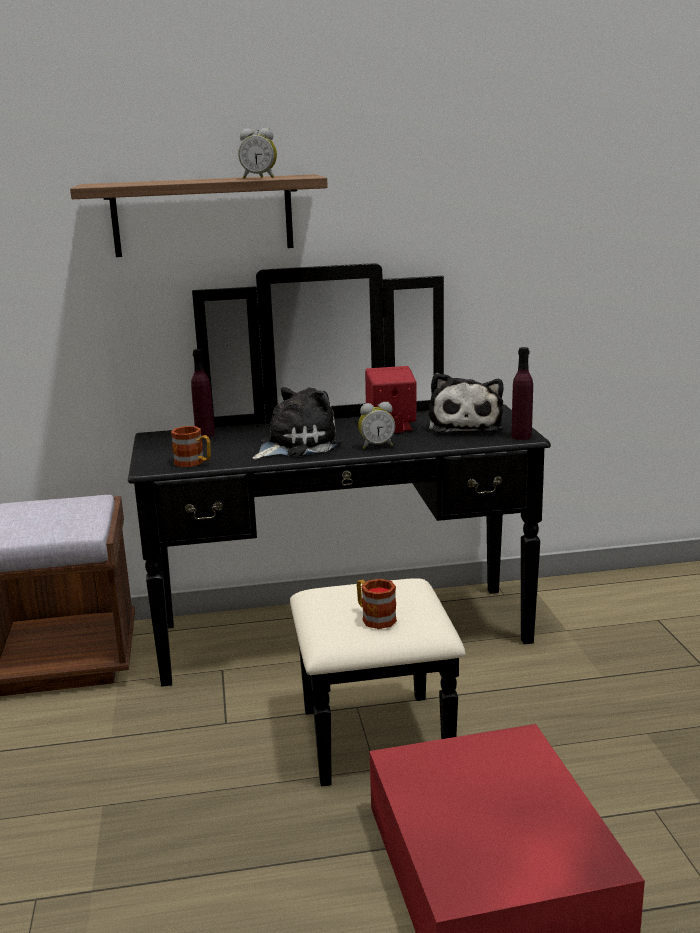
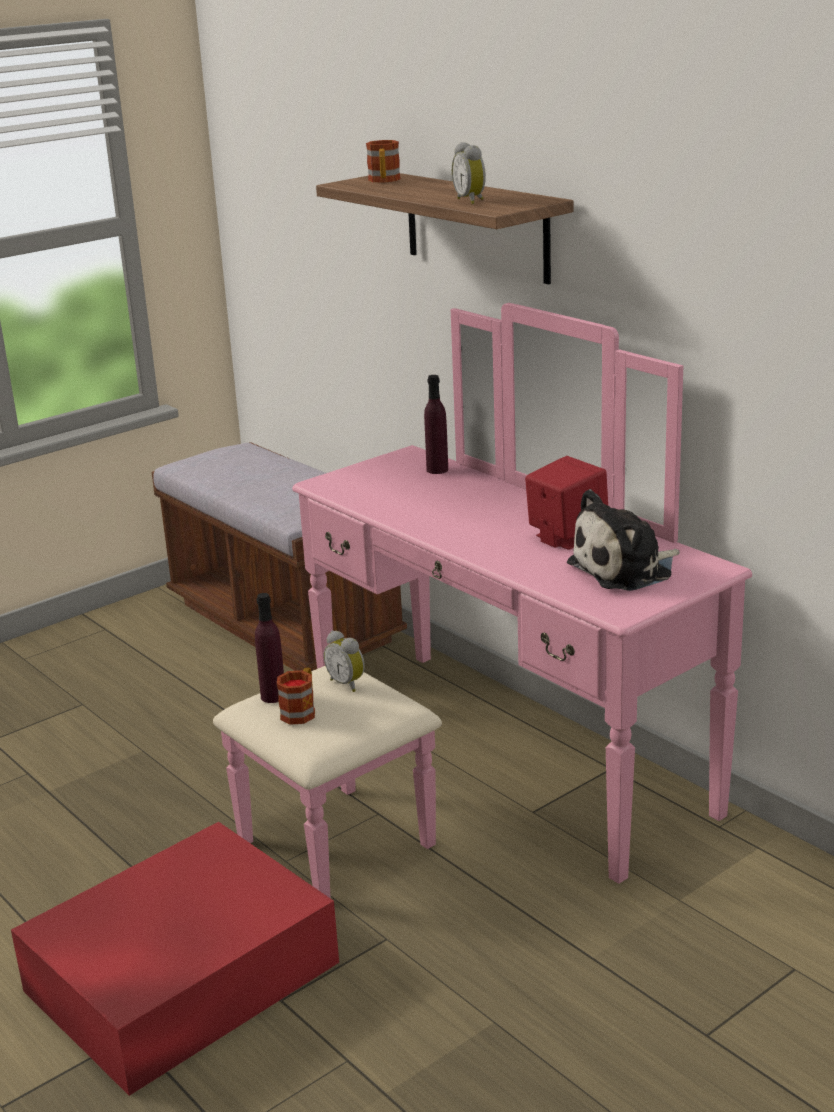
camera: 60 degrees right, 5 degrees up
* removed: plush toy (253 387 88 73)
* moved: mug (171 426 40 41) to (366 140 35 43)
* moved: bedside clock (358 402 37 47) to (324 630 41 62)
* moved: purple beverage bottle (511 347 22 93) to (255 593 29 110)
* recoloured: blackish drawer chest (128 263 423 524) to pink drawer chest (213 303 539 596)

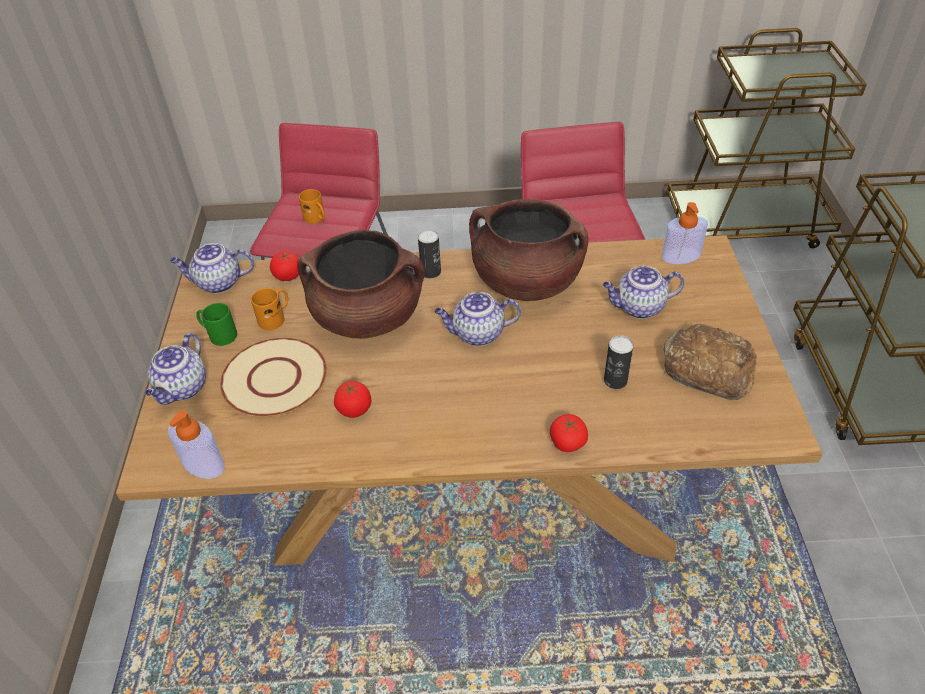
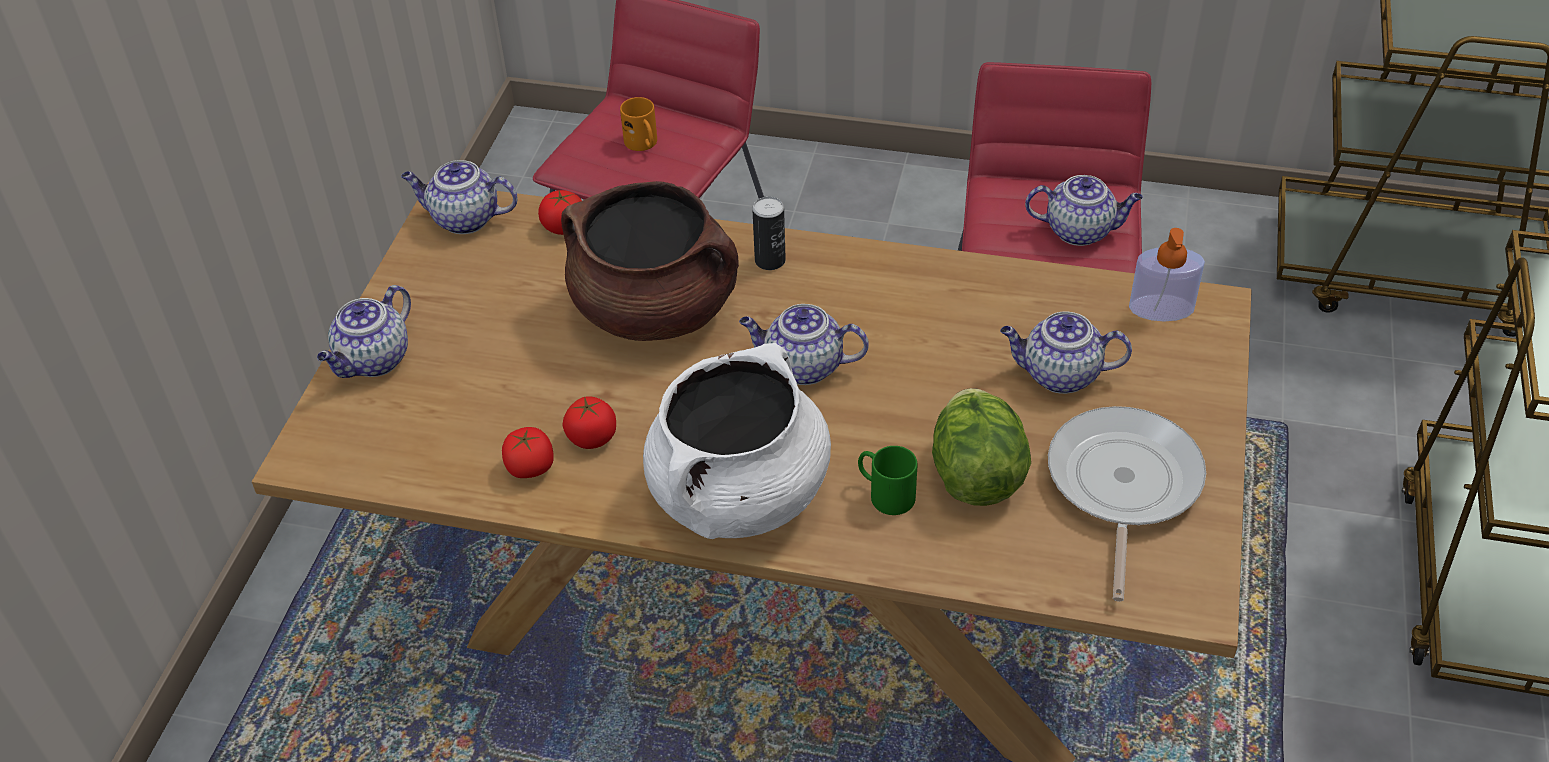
camera: 15 degrees right, 0 degrees up
* removed: soap bottle (168 410 57 69)
* removed: beige-coloured dinner plate (220 338 107 79)
* removed: orangey mug (251 288 37 42)
* removed: brown cooking pot (469 199 119 102)
* added: white cooking pot (643 343 188 196)
* added: teapot (1025 175 118 71)
* moved: greenish mug (196 303 41 43) to (858 446 59 69)
* moved: fresh tomato (550 414 38 38) to (502 427 52 51)
* replaced: metal can (604 335 30 54) to lettuce (932 388 99 118)
* replaced: bakery bread (663 324 94 76) to skillet (1048 406 158 196)

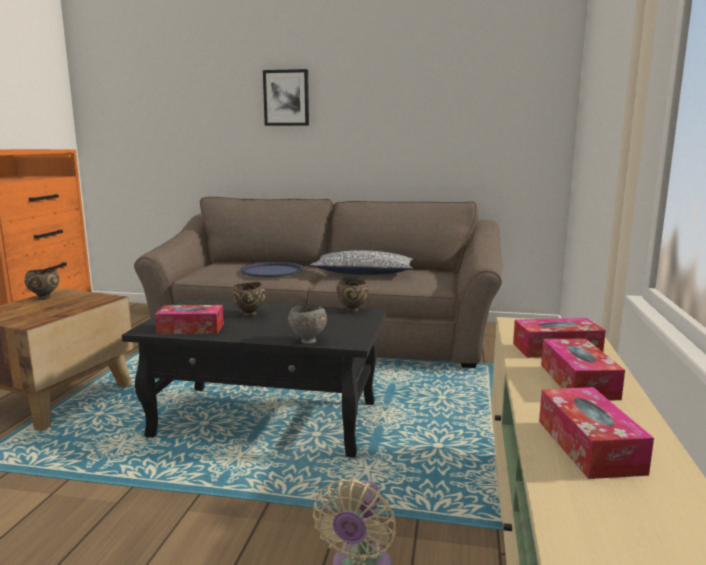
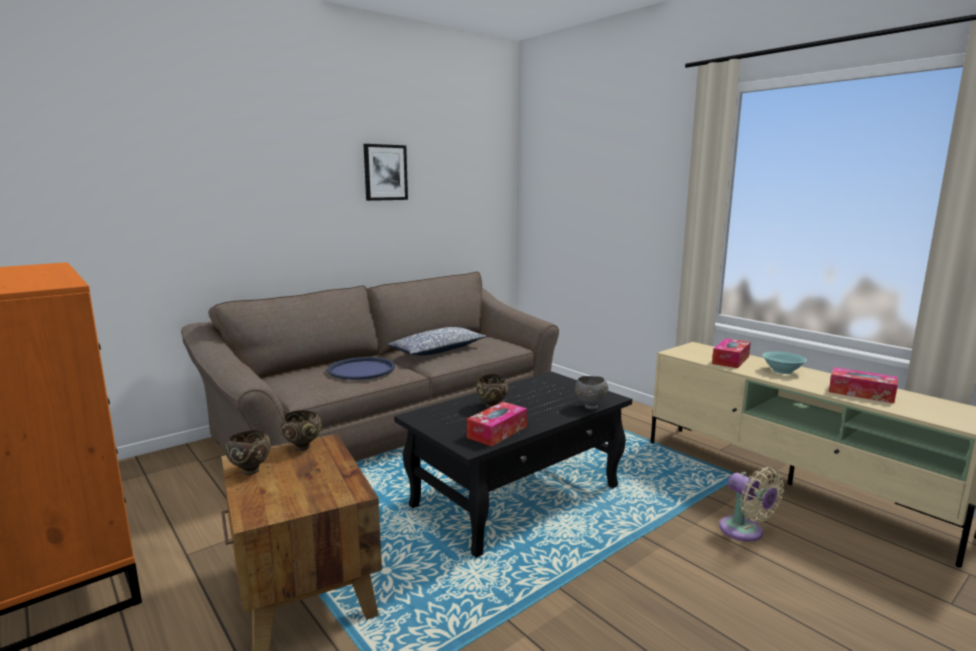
camera: 50 degrees left, 0 degrees up
* moved: wall art (263 69 46 57) to (363 144 45 57)
* moved: brown serving bowl (336 278 33 34) to (280 411 42 40)
* replaced: tissue box (541 339 84 61) to turquoise-coloured serving bowl (762 351 45 23)

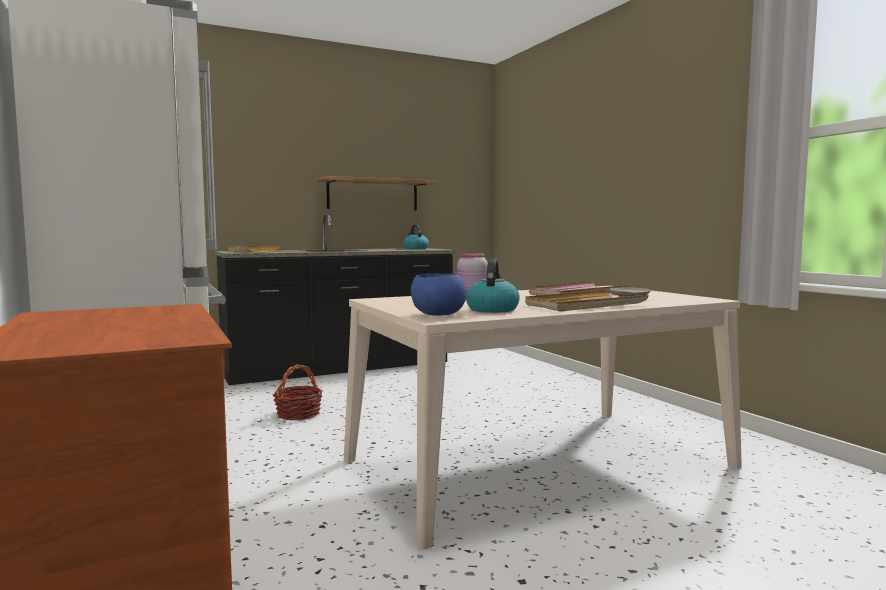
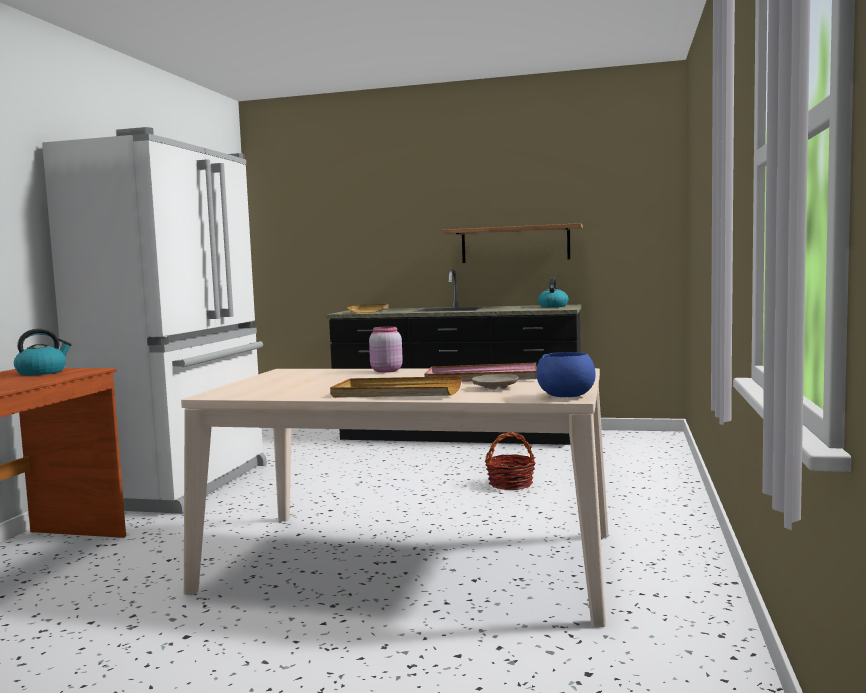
camera: 40 degrees right, 0 degrees up
* moved: storage basket (273 364 50 57) to (485 432 51 58)
* moved: blue serving bowl (411 274 55 42) to (536 352 60 45)
* moved: tea kettle (466 259 54 54) to (14 329 58 46)

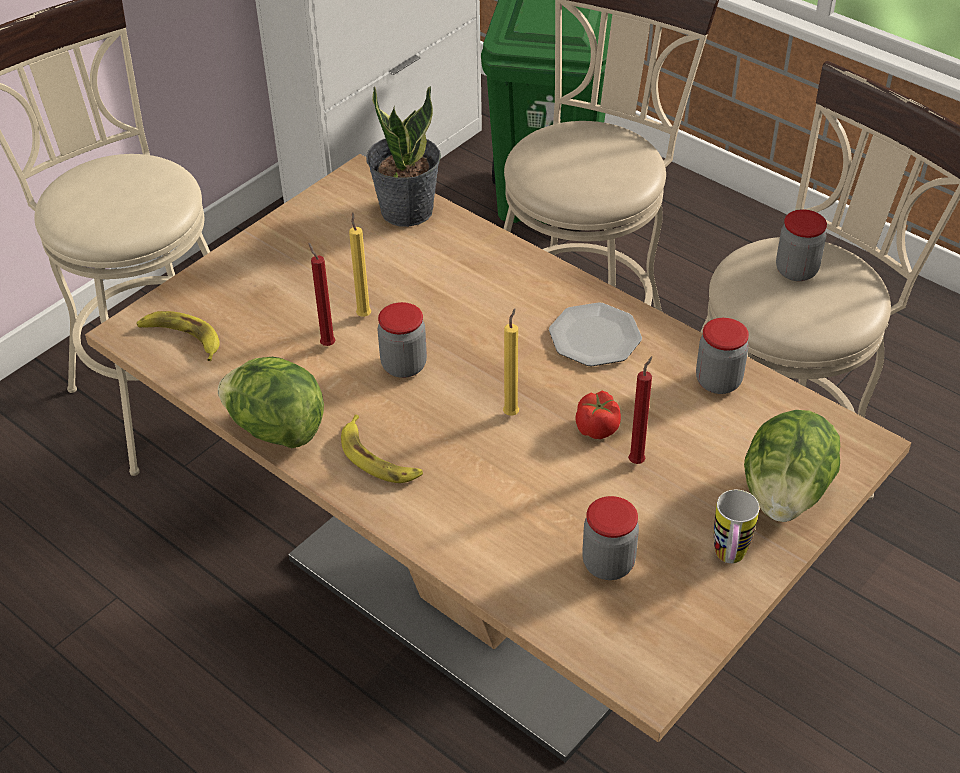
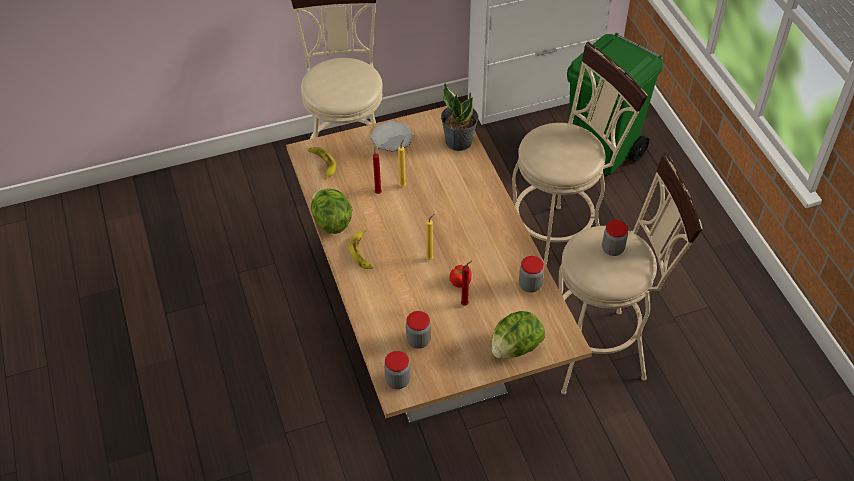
camera: 30 degrees right, 5 degrees up
* removed: mug (714 490 45 73)
* moved: jar (378 302 49 76) to (384 351 26 38)
* moved: dinner plate (549 302 93 64) to (371 121 42 31)

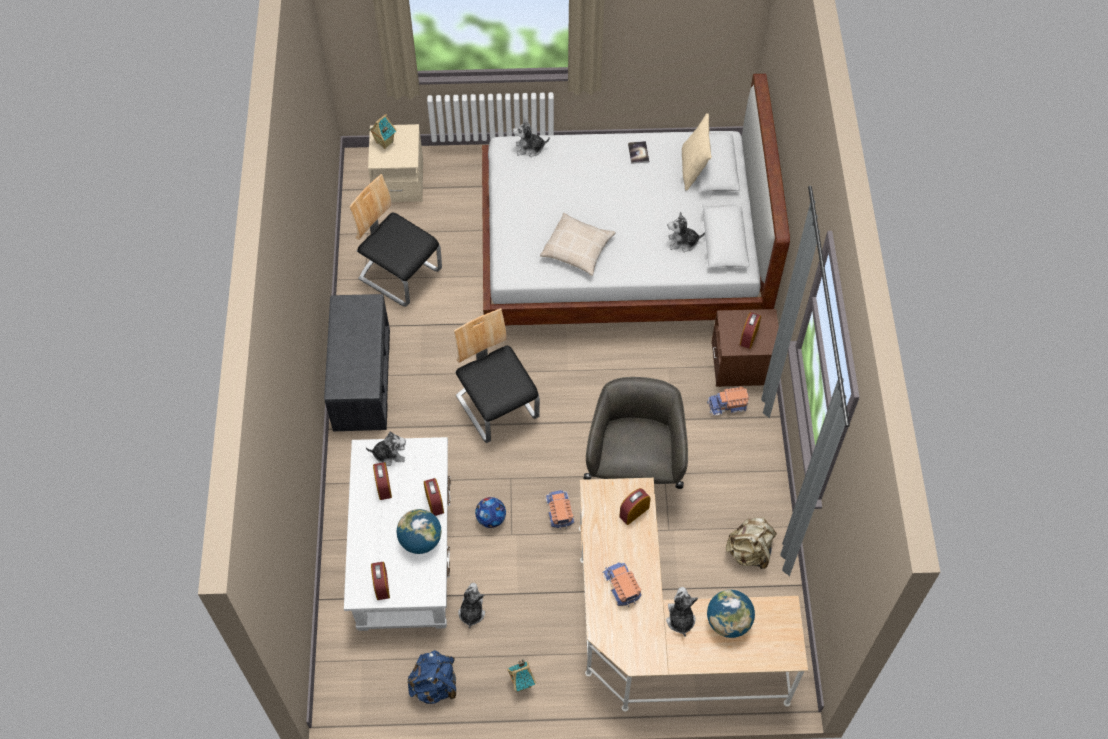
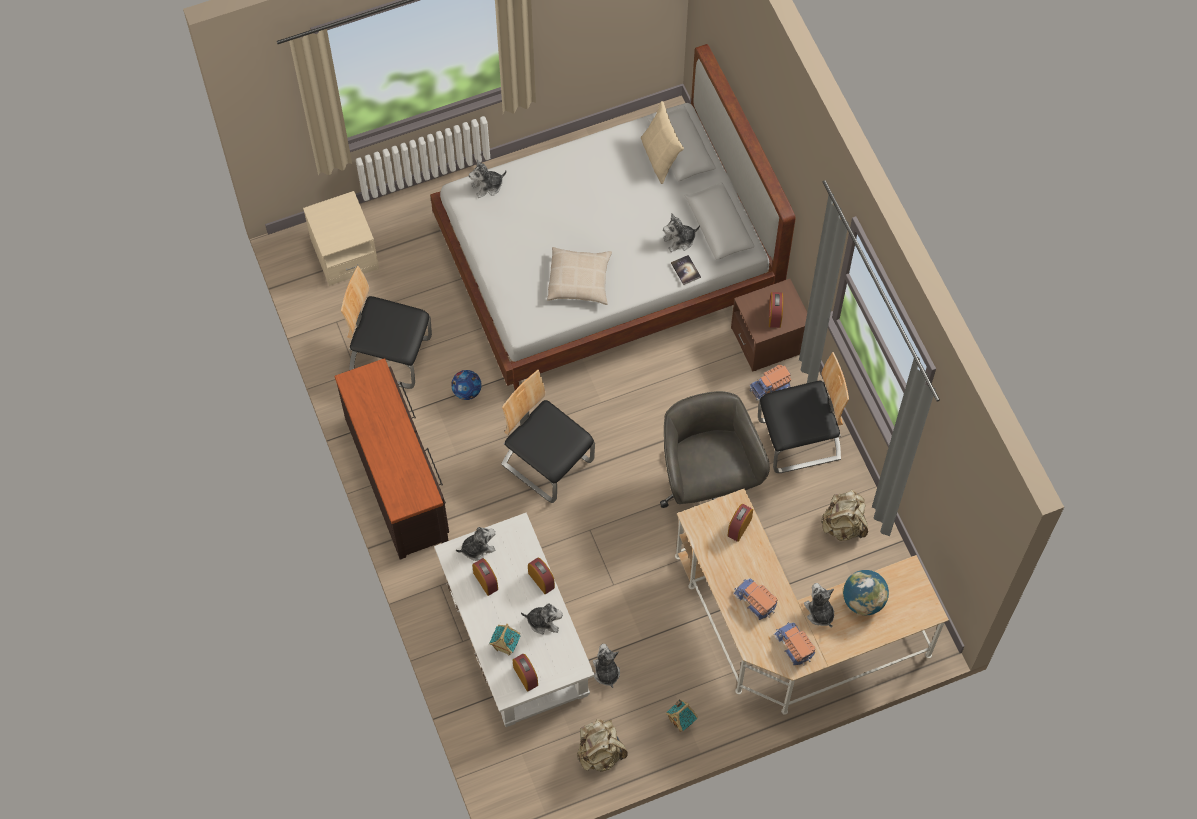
camera: 20 degrees left, 5 degrees up
* added: plain chair (758 352 91 121)
* moved: model house (369 114 27 35) to (489 624 32 32)
* moved: ball for football (475 497 31 31) to (451 370 31 30)
* moved: toy truck (545 490 29 40) to (774 622 42 43)
* moved: volume (628 141 21 23) to (671 255 30 30)
* replaced: grey bench (324 294 66 137) to brown drawer chest (334 358 115 202)
* replaced: globe (397 509 44 45) to plush toy (521 603 42 31)
* recoloured: blue rucksack (407 650 49 54) to beige-coloured rucksack (577 719 51 53)

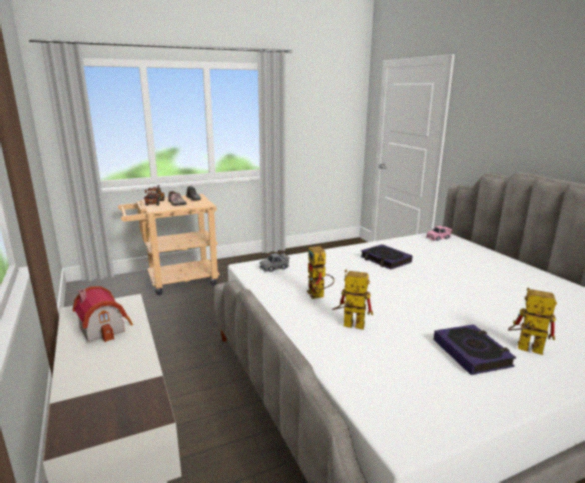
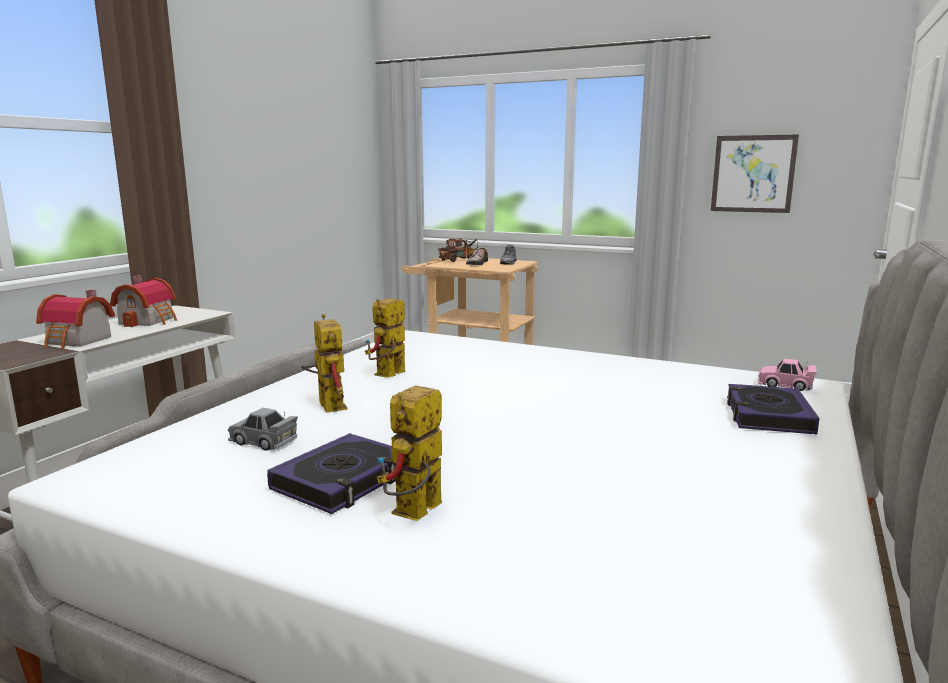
camera: 50 degrees right, 5 degrees down
* added: model house (36 290 79 59)
* added: wall art (711 134 88 79)
* moved: grey toy car (260 253 30 19) to (228 408 70 43)
* moved: volume (360 244 53 26) to (727 384 93 50)
* turned: model robot (508 288 49 67) = (377 385 65 136) 135 degrees counterclockwise

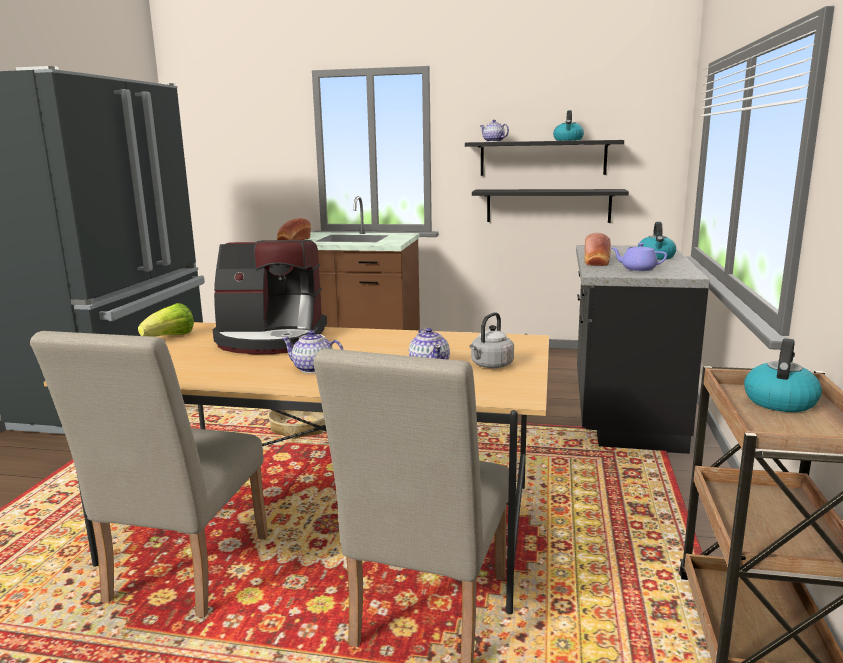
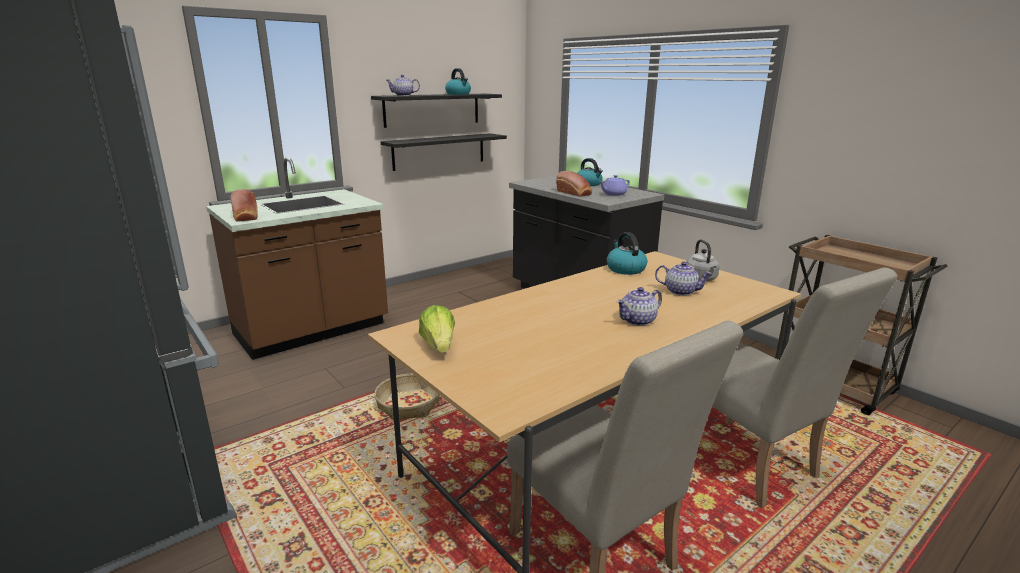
camera: 50 degrees left, 5 degrees up
* removed: coffee machine (212 240 115 114)
* moved: tea kettle (744 338 78 74) to (607 232 41 43)

